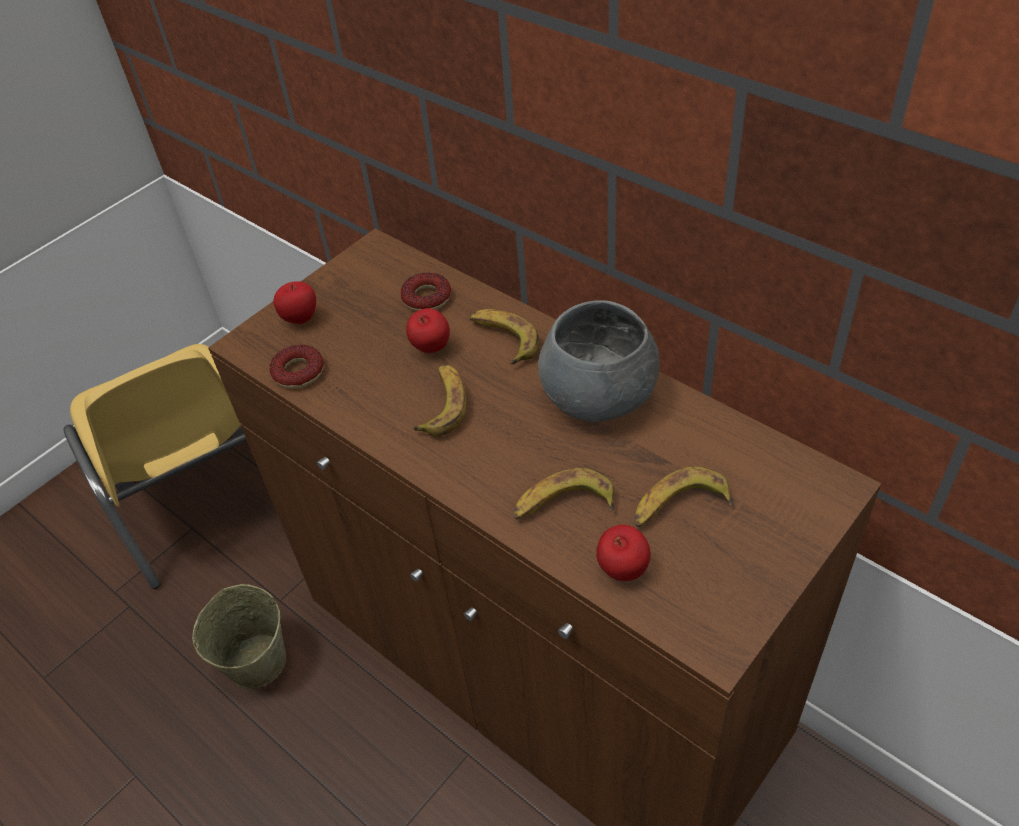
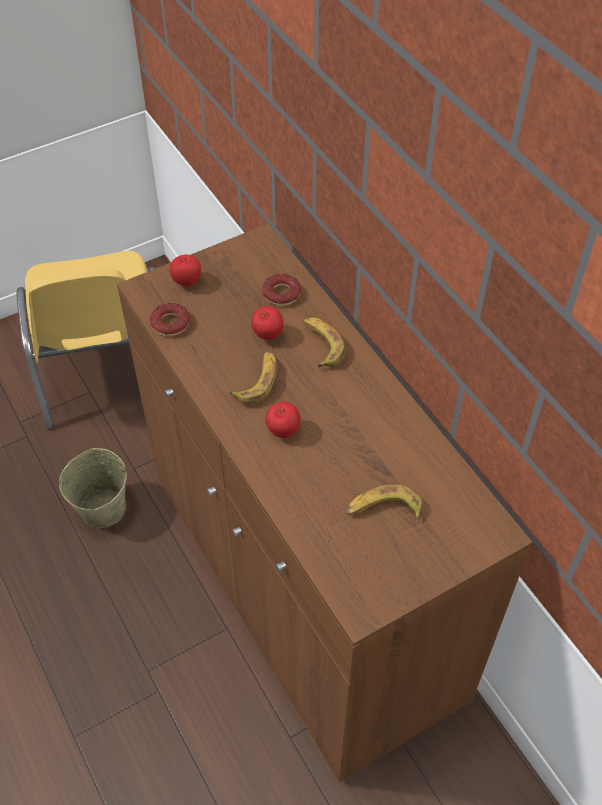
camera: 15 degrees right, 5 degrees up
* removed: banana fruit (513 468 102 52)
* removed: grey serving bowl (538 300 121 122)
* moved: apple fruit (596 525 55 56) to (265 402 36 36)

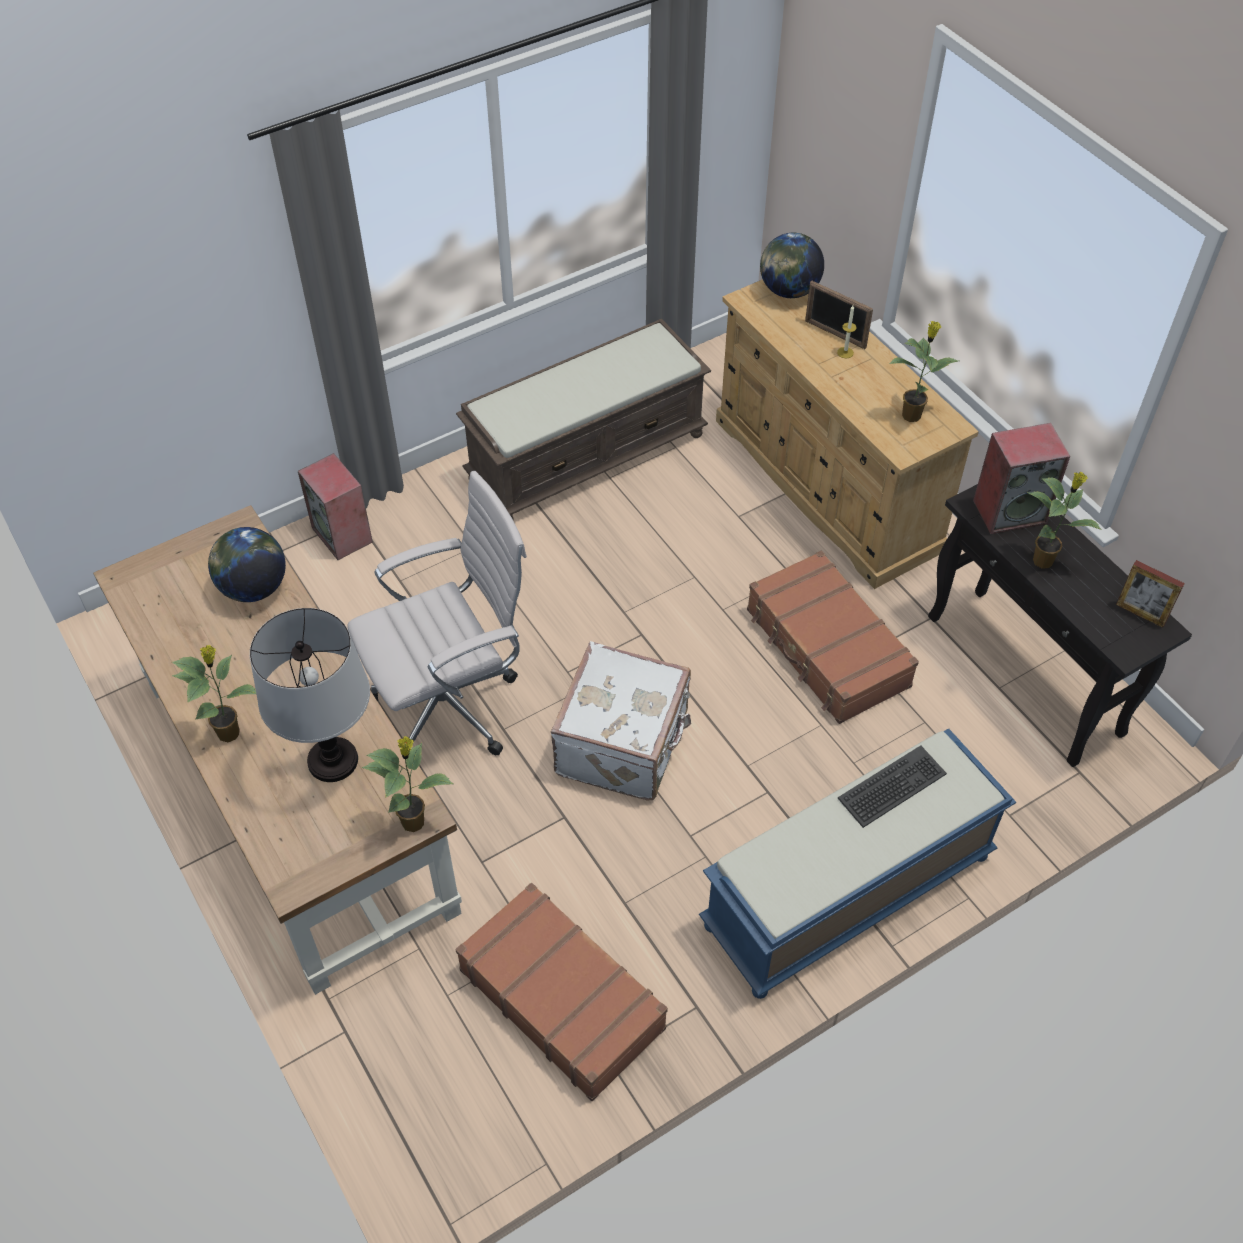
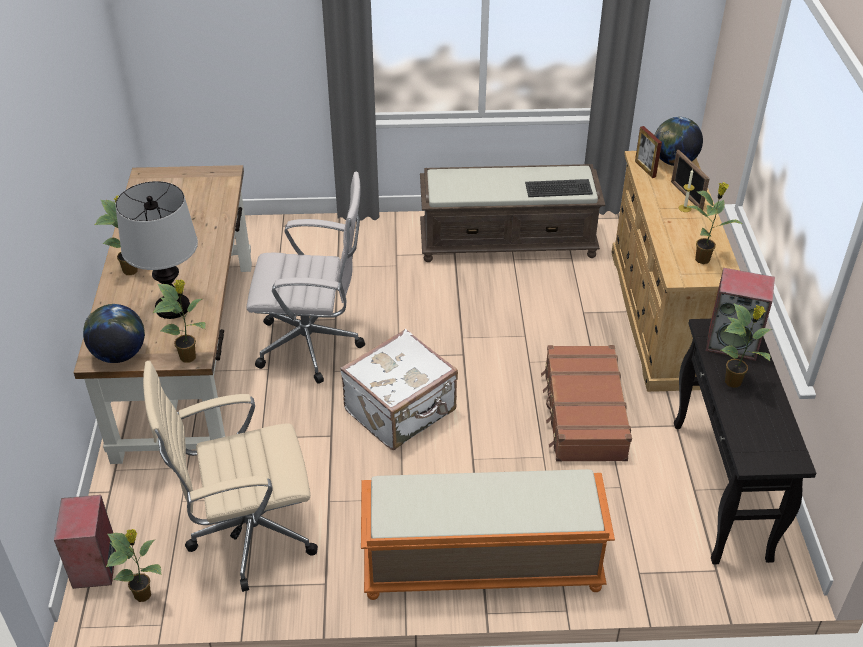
camera: 30 degrees right, 10 degrees down
* added: plant in a pot (106 529 56 73)
* moved: globe (208 527 78 75) to (83 304 62 59)
* moved: audio speaker (298 453 75 107) to (54 495 62 94)
* moved: PC keyboard (838 745 109 83) to (525 179 68 18)
* moved: photo frame (1116 560 69 68) to (635 126 27 52)
* replaced: brown suitcase (455 883 213 218) to beige-coloured computer chair (143 361 175 231)
* recoloured: blue bench (699 728 317 271) to orangey bench (361 469 254 131)

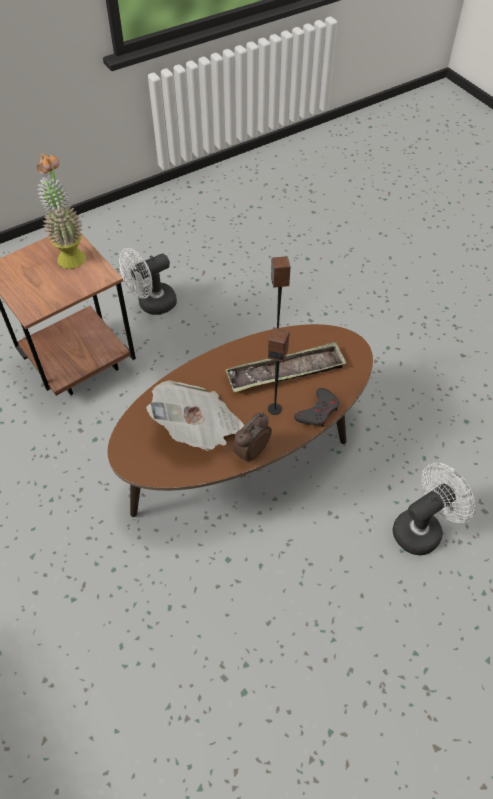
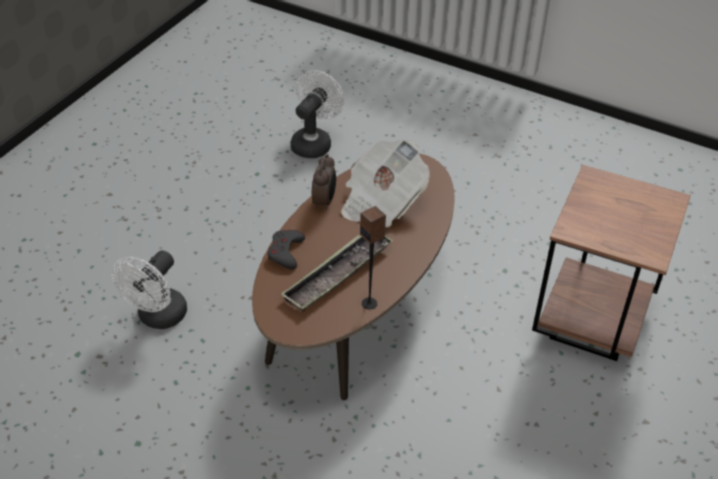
camera: 150 degrees right, 10 degrees down
* removed: plant in a pot (37 154 49 115)
* removed: audio speaker (268 327 22 88)
* moved: white fan (119 248 58 67) to (291 70 53 88)

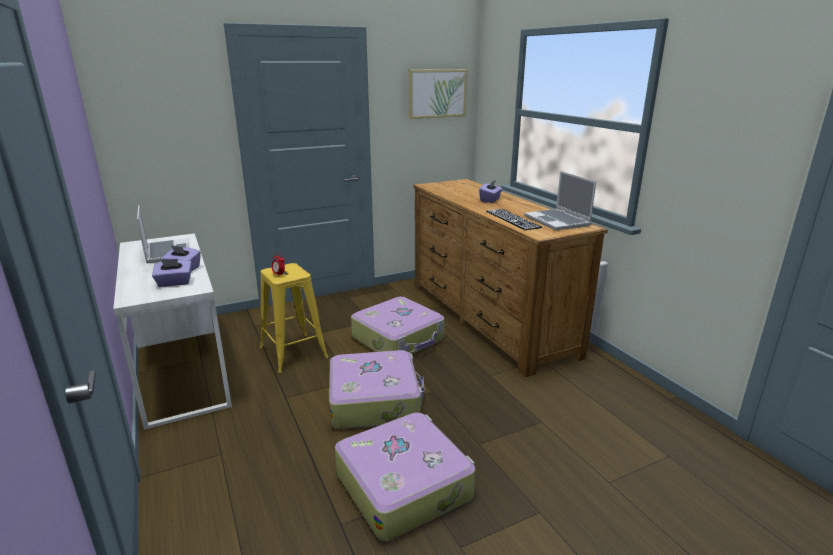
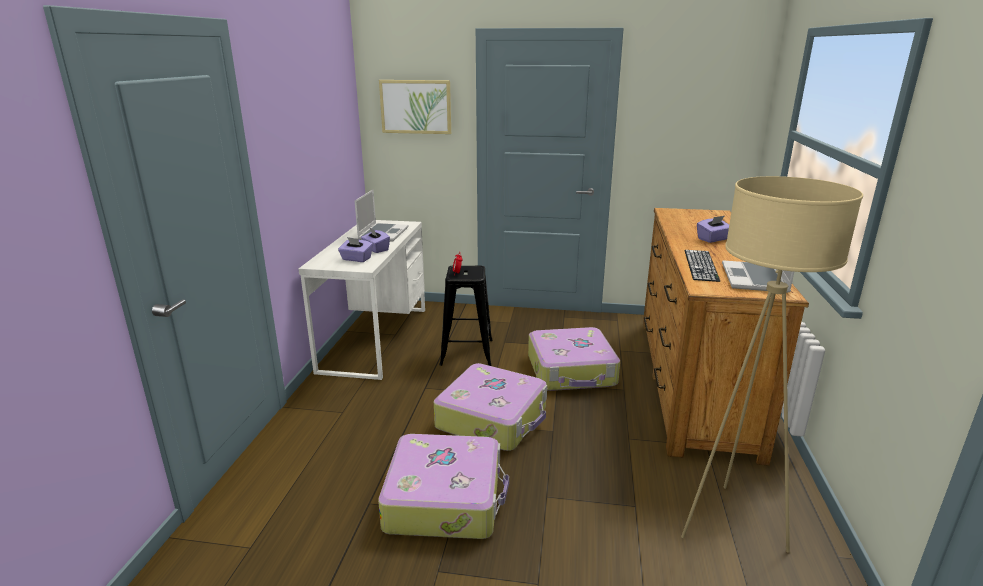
camera: 35 degrees right, 0 degrees up
* added: beige-coloured floor lamp (681 176 182 377)
* moved: wall art (408 69 59 50) to (379 80 72 54)
* recoloured: yellow stool (260 263 68 110) to blackish stool (439 265 54 101)

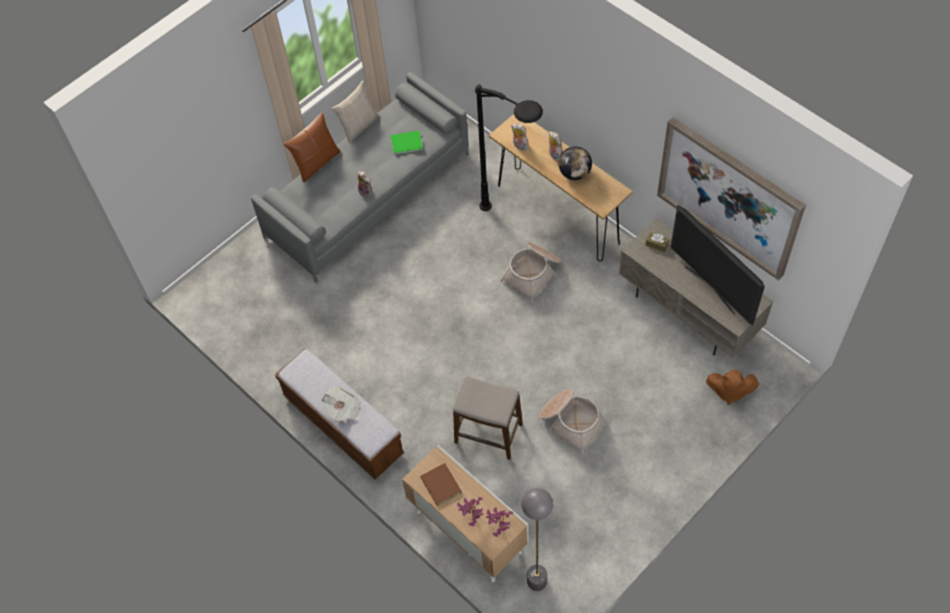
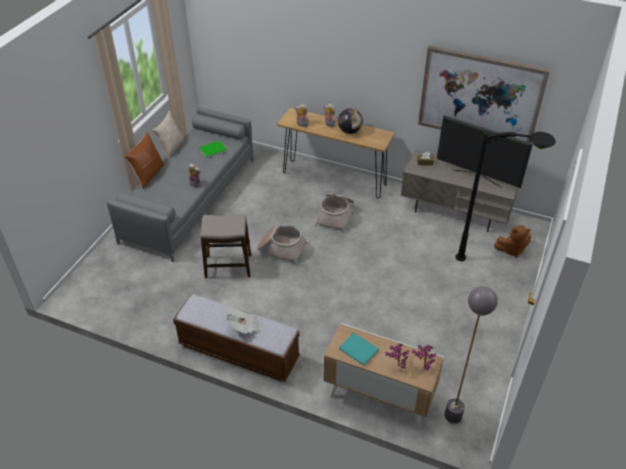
camera: 25 degrees left, 15 degrees down
* moved: stool (453 376 70 84) to (200 214 51 64)
* moved: blackish floor lamp (475 84 68 127) to (455 132 101 129)
* moved: storage basket (540 389 68 65) to (257 224 50 41)
* recoloured: brown volume (420 463 42 43) to turquoise-coloured volume (339 333 40 33)

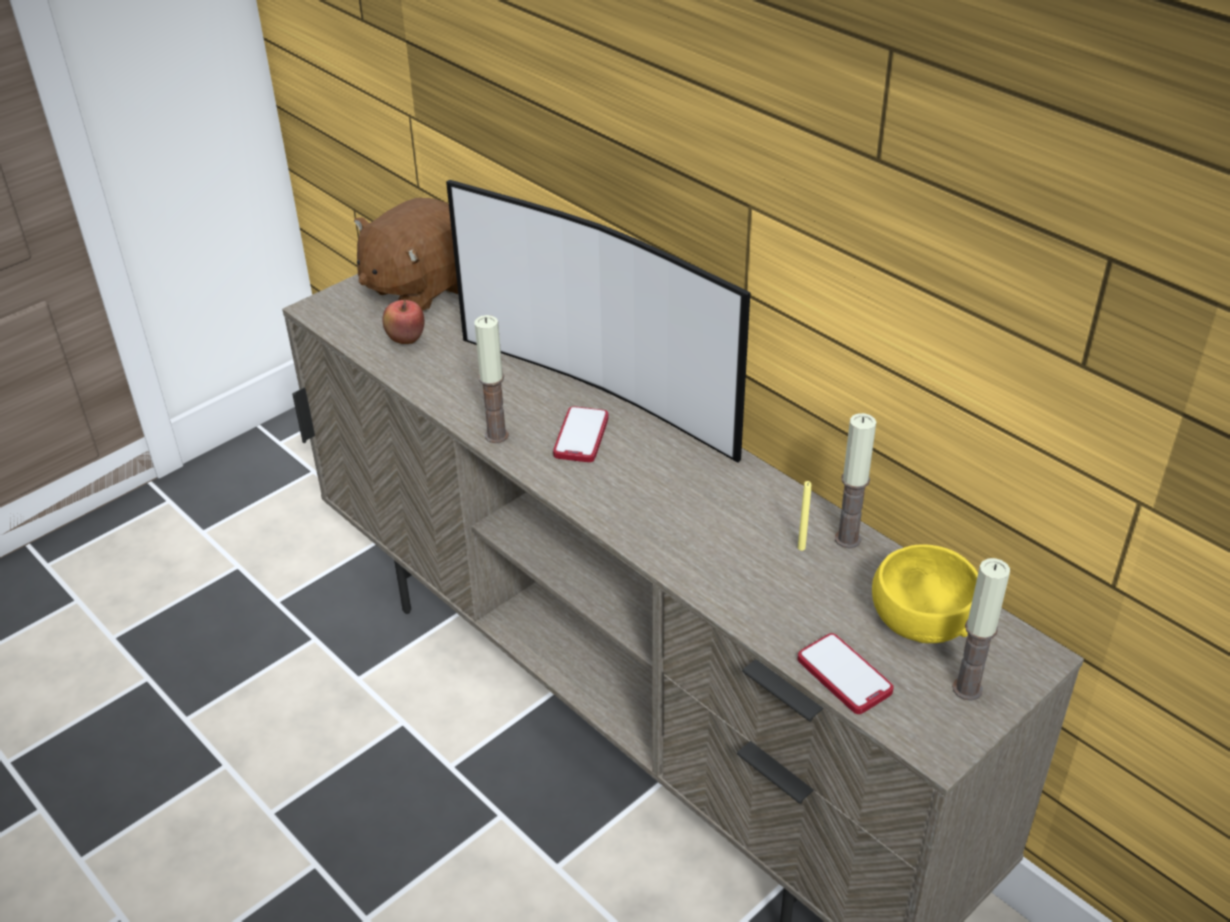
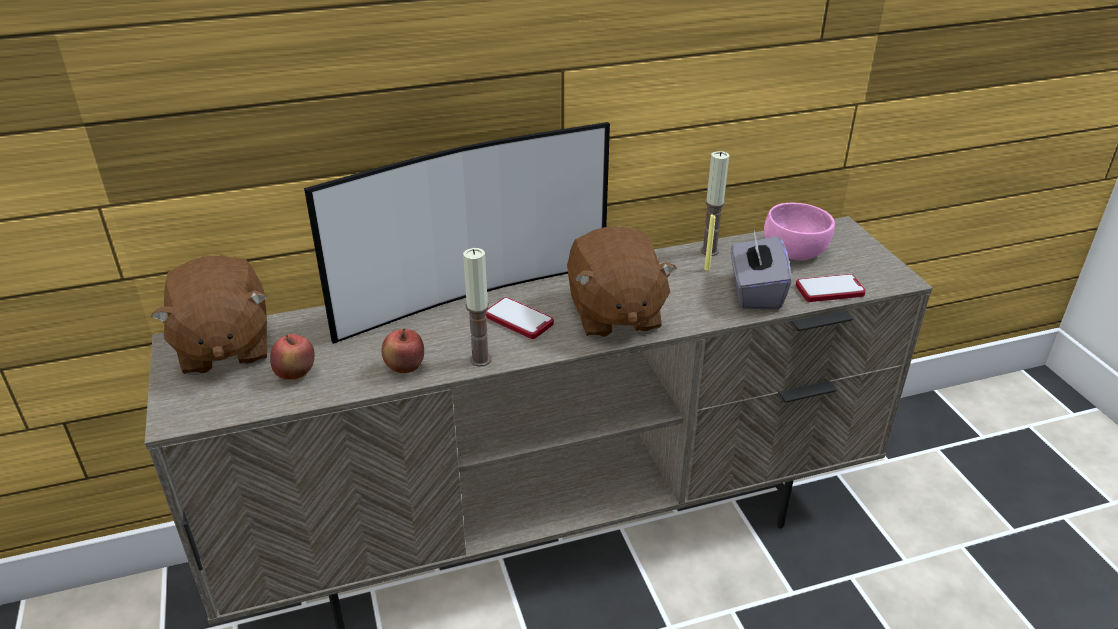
camera: 65 degrees left, 5 degrees down
* removed: candle (952 558 58 143)
* added: apple fruit (381 329 43 44)
* added: brown plush toy (567 226 110 112)
* added: grey tissue box (731 231 60 79)
* recoloured: yellow serving bowl (872 545 106 98) to pink serving bowl (764 203 71 58)

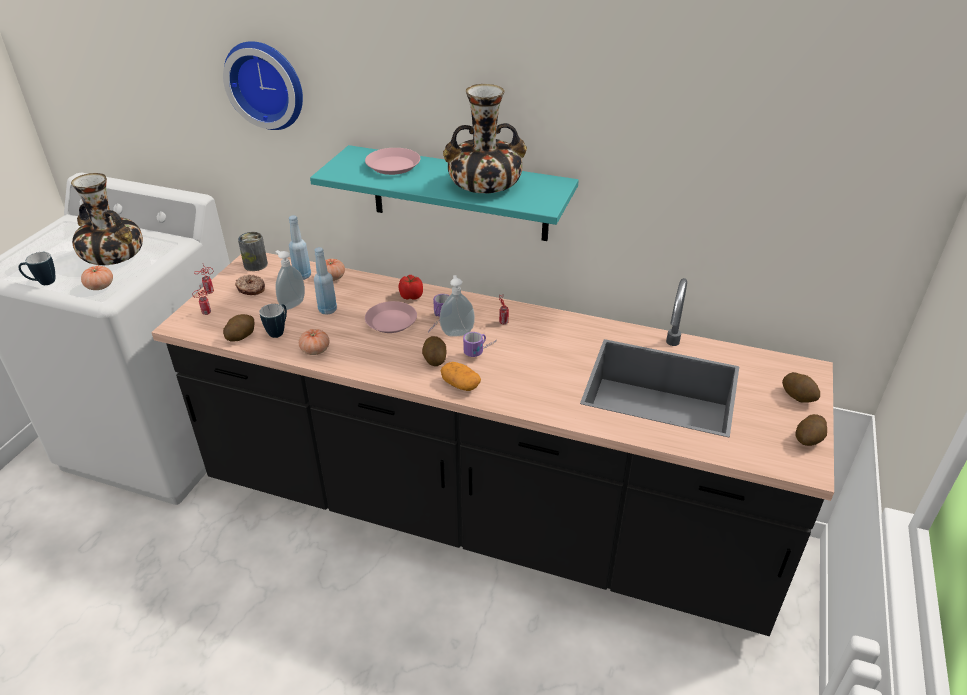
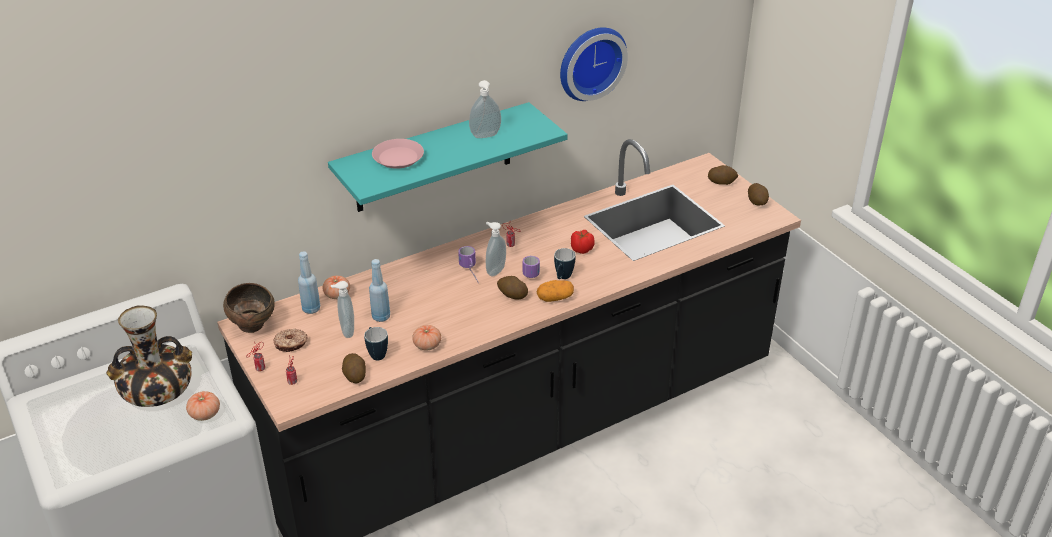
camera: 50 degrees left, 0 degrees up
* removed: pink dinner plate (365 301 52 32)
* moved: mug (18 252 37 33) to (554 248 22 31)
* moved: wall clock (223 41 80 89) to (560 27 68 74)
* moved: fresh tomato (399 275 24 24) to (571 230 24 24)
* replaced: metal can (238 232 30 39) to brown serving bowl (223 283 52 50)
* replaced: vase (443 84 84 109) to soap bottle (469 80 32 58)

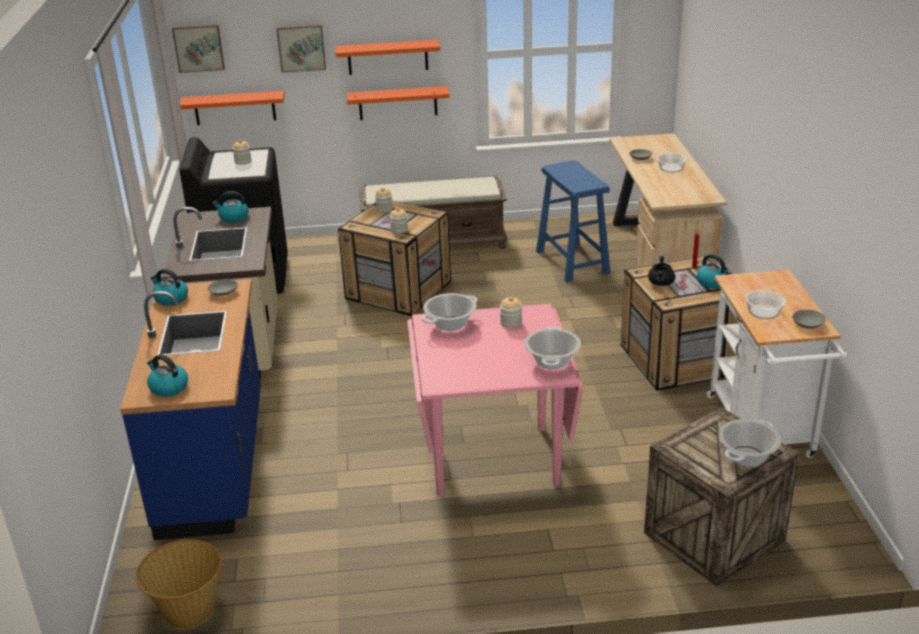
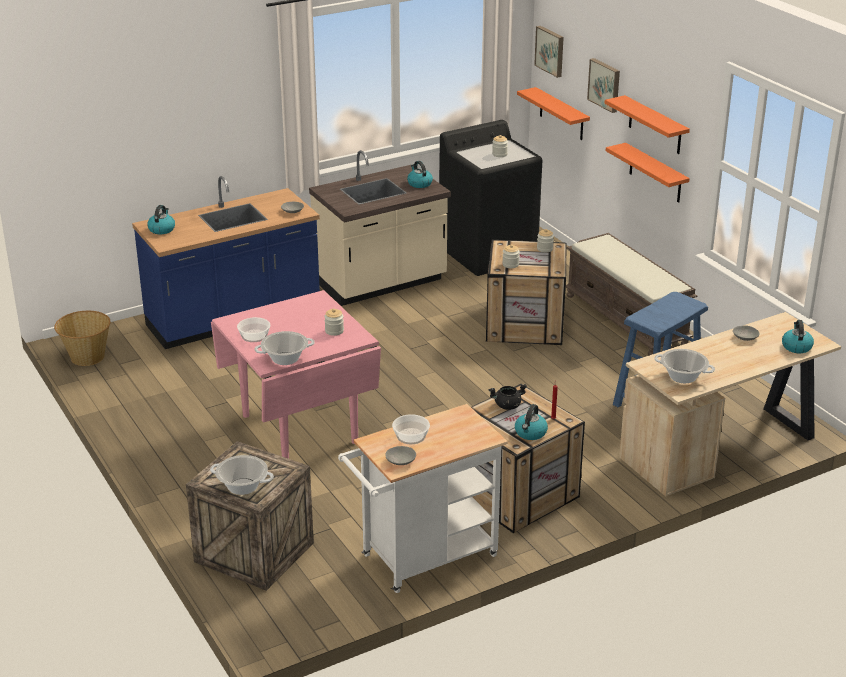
camera: 65 degrees right, 0 degrees up
* moved: tea kettle (151 269 37 36) to (782 320 32 33)
* moved: cooking pot (422 293 56 38) to (654 349 61 34)
* moved: serving bowl (657 153 30 20) to (237 317 33 25)

